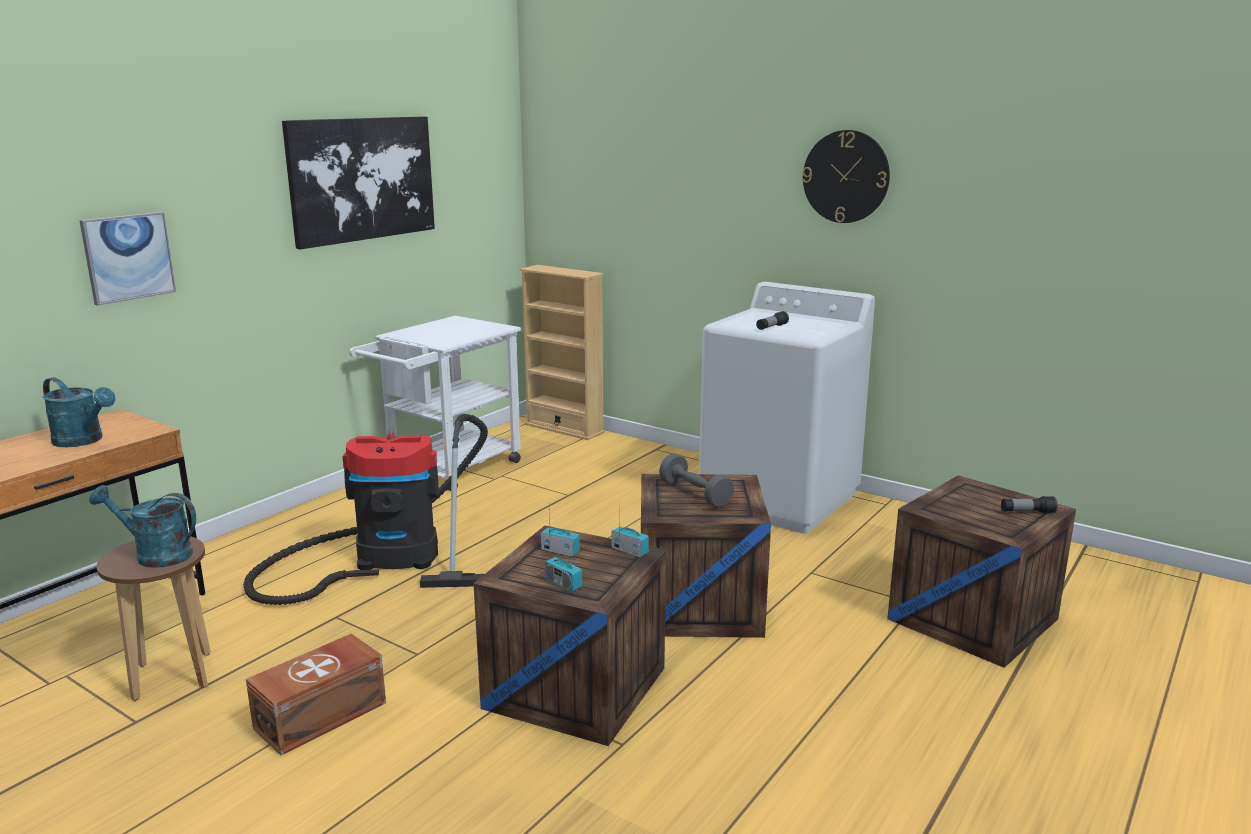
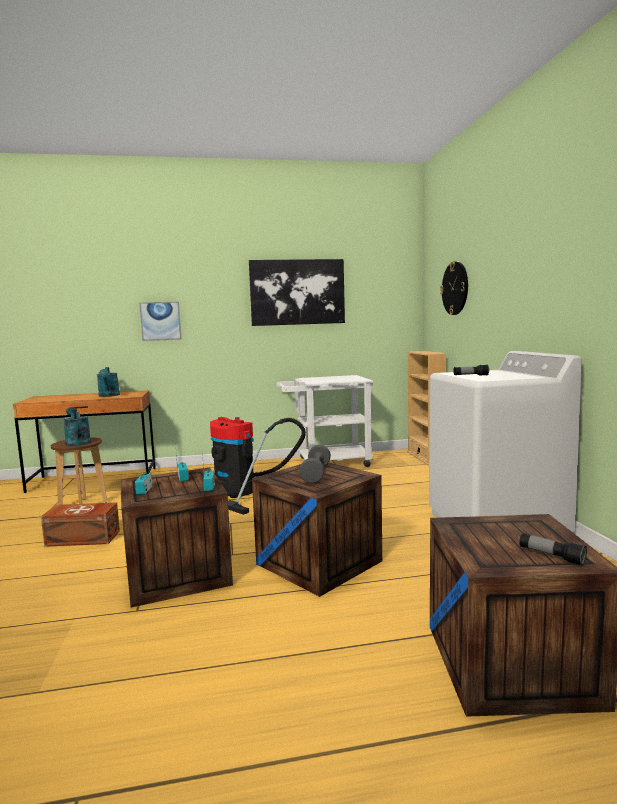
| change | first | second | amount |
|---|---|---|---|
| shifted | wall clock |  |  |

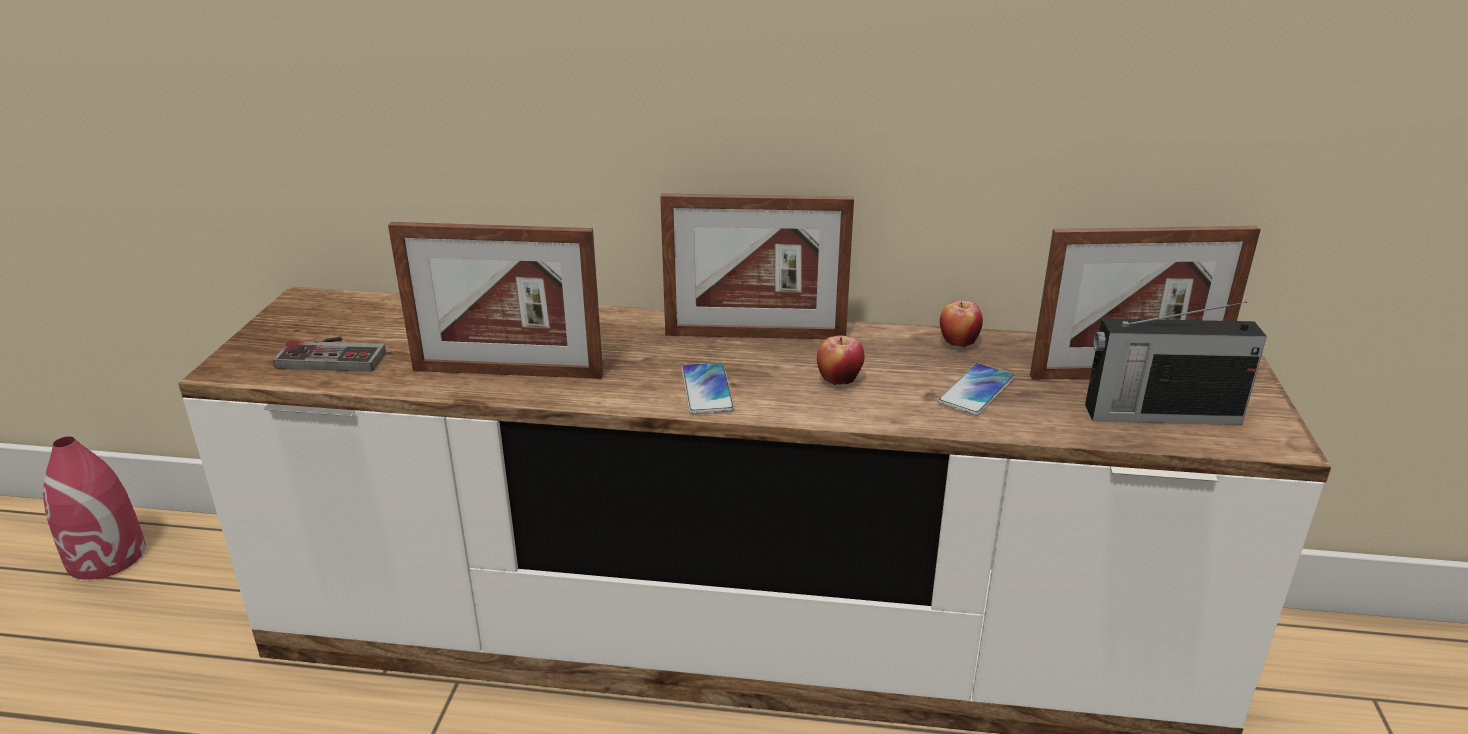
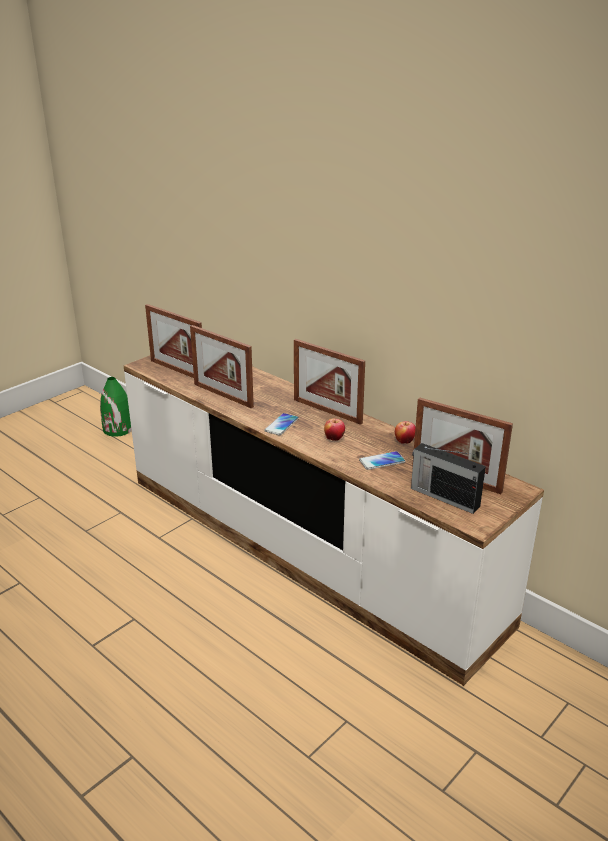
| change | first | second | amount |
|---|---|---|---|
| swapped | game controller | picture frame (no. 1 from left) |  |
| repainted | vase in red | vase in green |  |

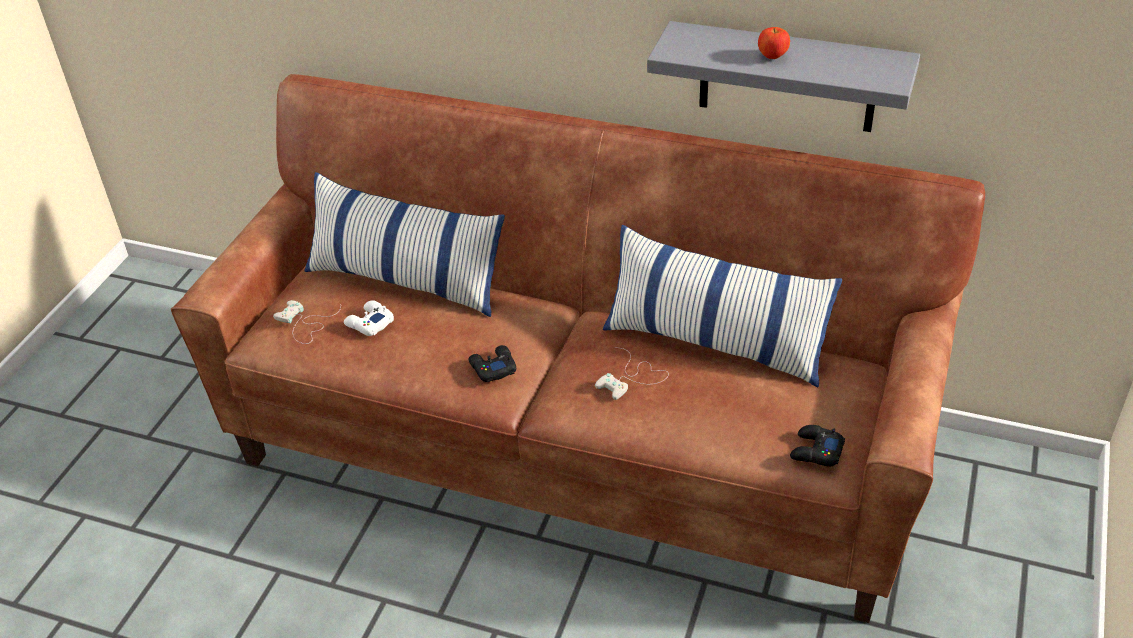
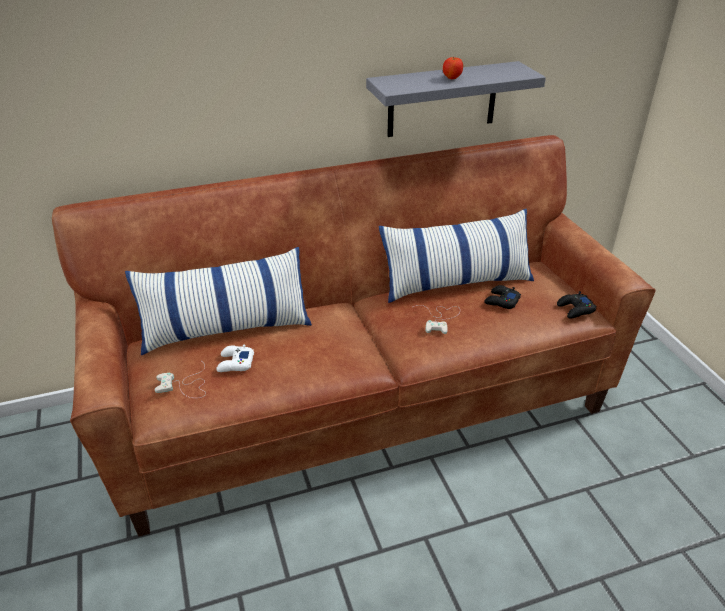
| change | first | second | amount |
|---|---|---|---|
| shifted | game controller in black (no. 1 from left) |  |  |

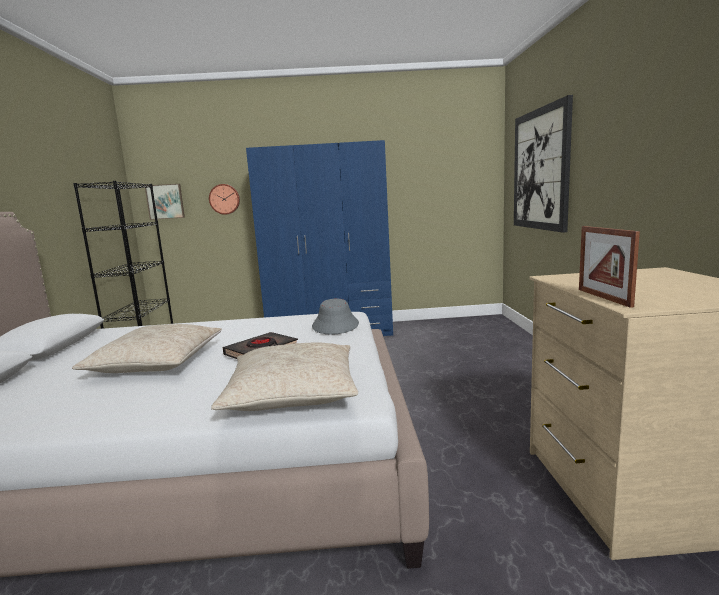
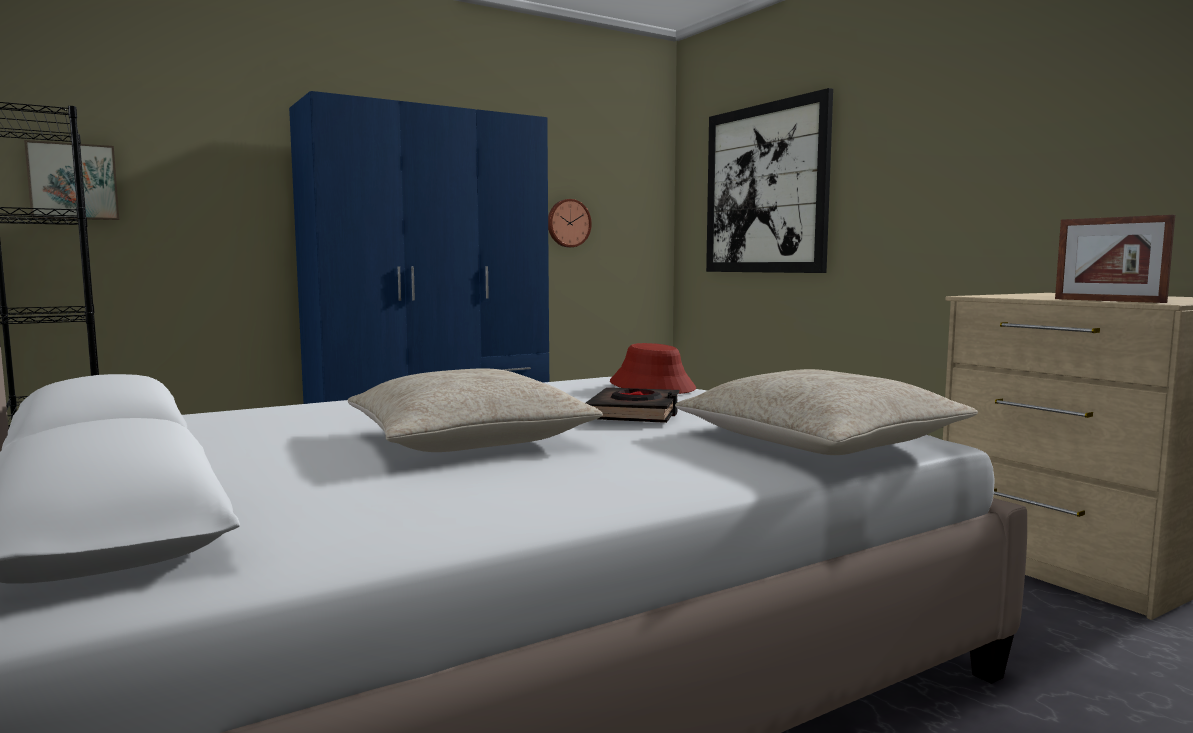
| change | first | second | amount |
|---|---|---|---|
| shifted | wall clock |  |  |
| repainted | hat in grey | hat in red |  |

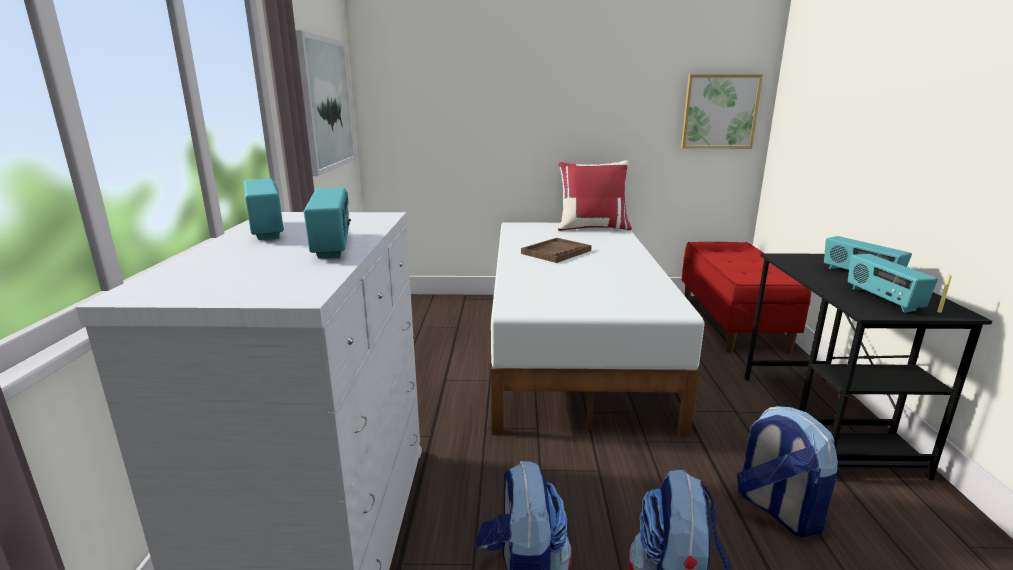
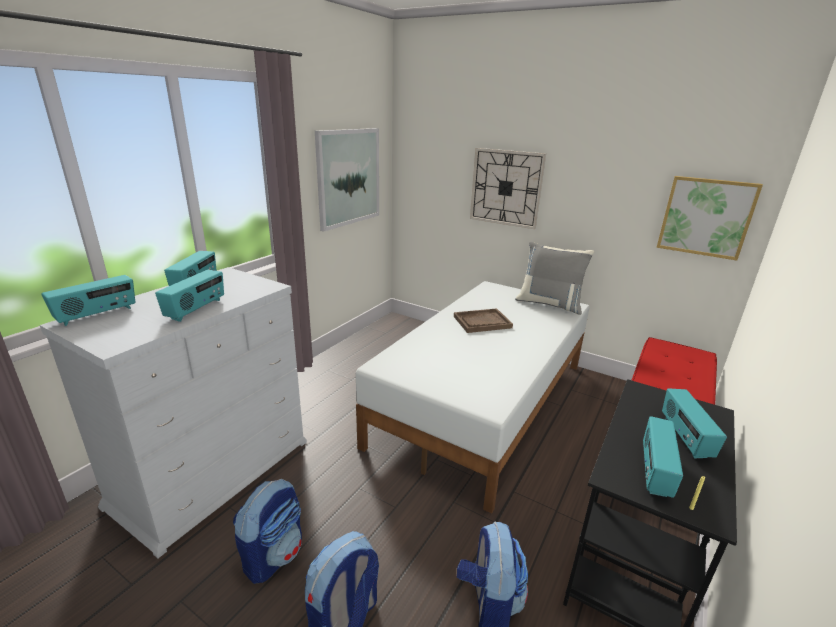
| change | first | second | amount |
|---|---|---|---|
| new |  | radio (no. 1 from left) |  |
| new |  | wall clock |  |
| repainted | pillow in red | pillow in grey |  |

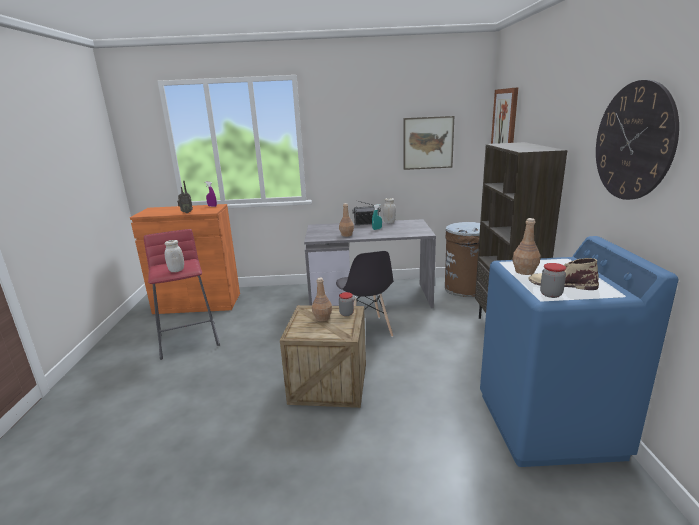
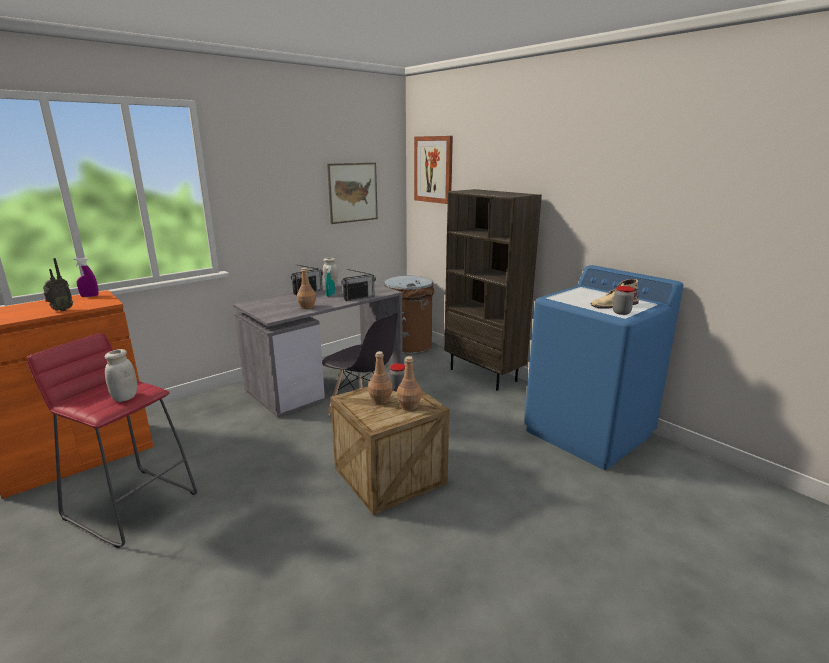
| change | first | second | amount |
|---|---|---|---|
| gone | wall clock |  |  |
| new |  | radio (no. 3 from left) |  |
| shifted | bottle in brown (no. 3 from left) |  |  |

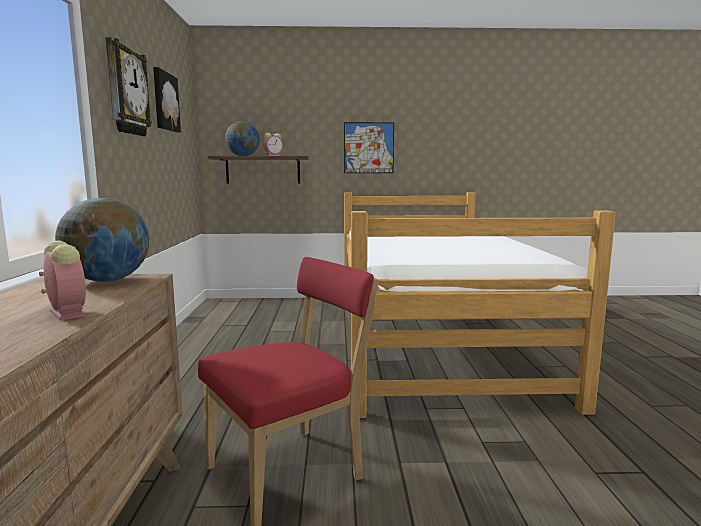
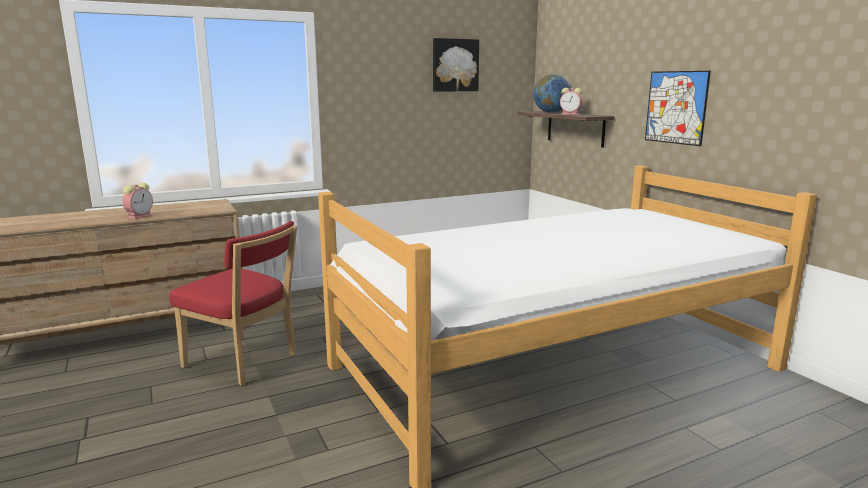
| change | first | second | amount |
|---|---|---|---|
| gone | globe (no. 1 from left) |  |  |
| gone | wall clock |  |  |

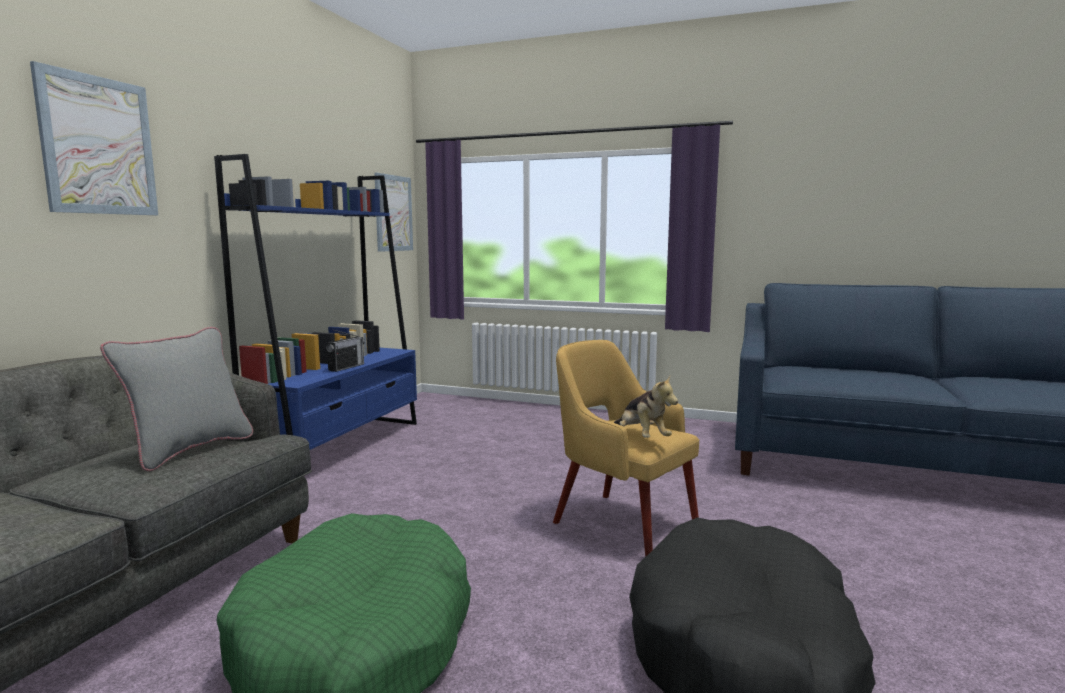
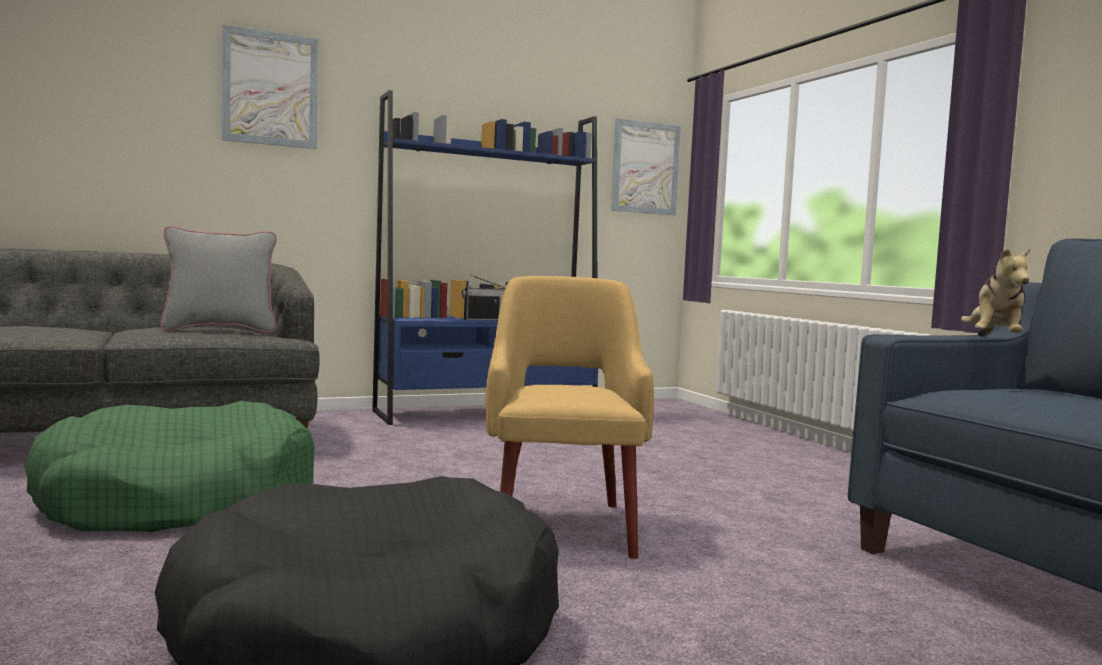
| change | first | second | amount |
|---|---|---|---|
| shifted | plush toy |  |  |

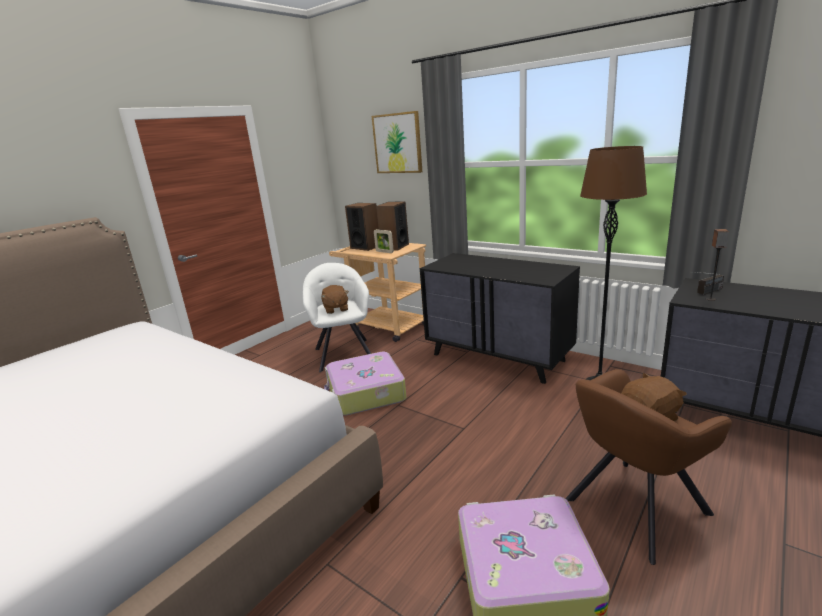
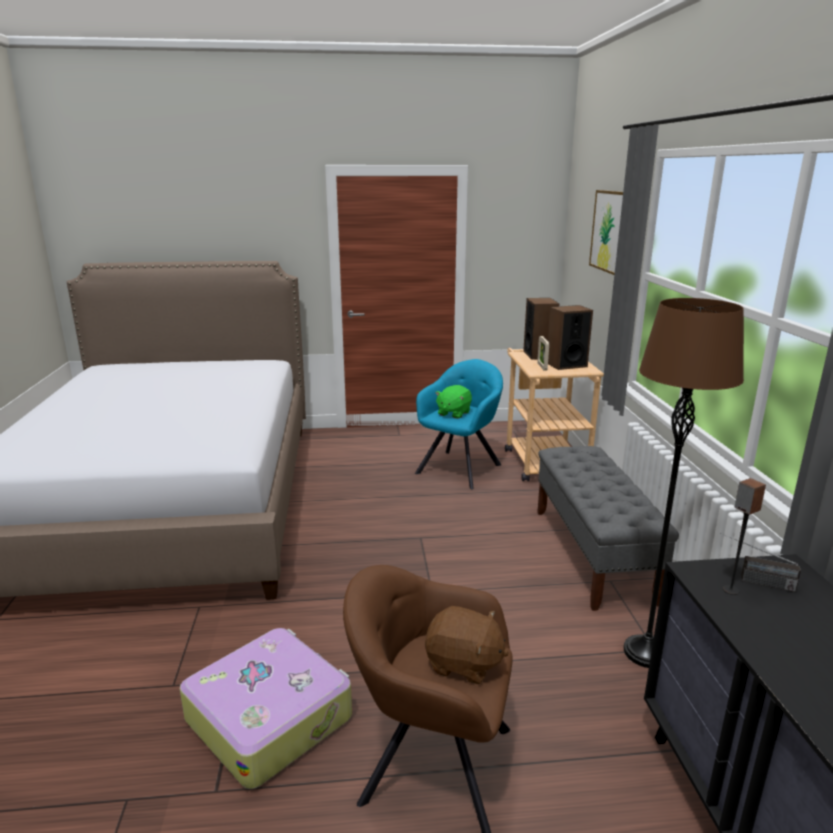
| change | first | second | amount |
|---|---|---|---|
| gone | suitcase (no. 1 from left) |  |  |
| swapped | dresser in black (no. 1 from left) | bench in grey |  |
| repainted | armchair in white | armchair in turquoise |  |
| repainted | plush toy in brown (no. 1 from left) | plush toy in green |  |

